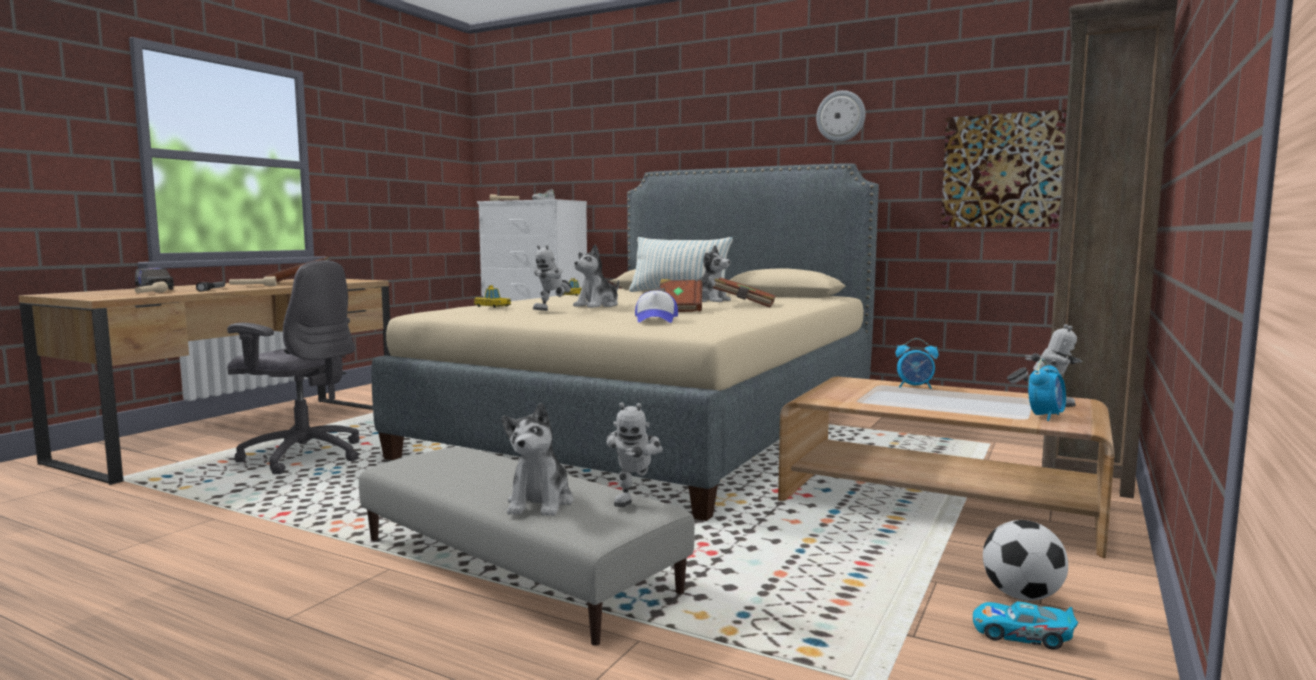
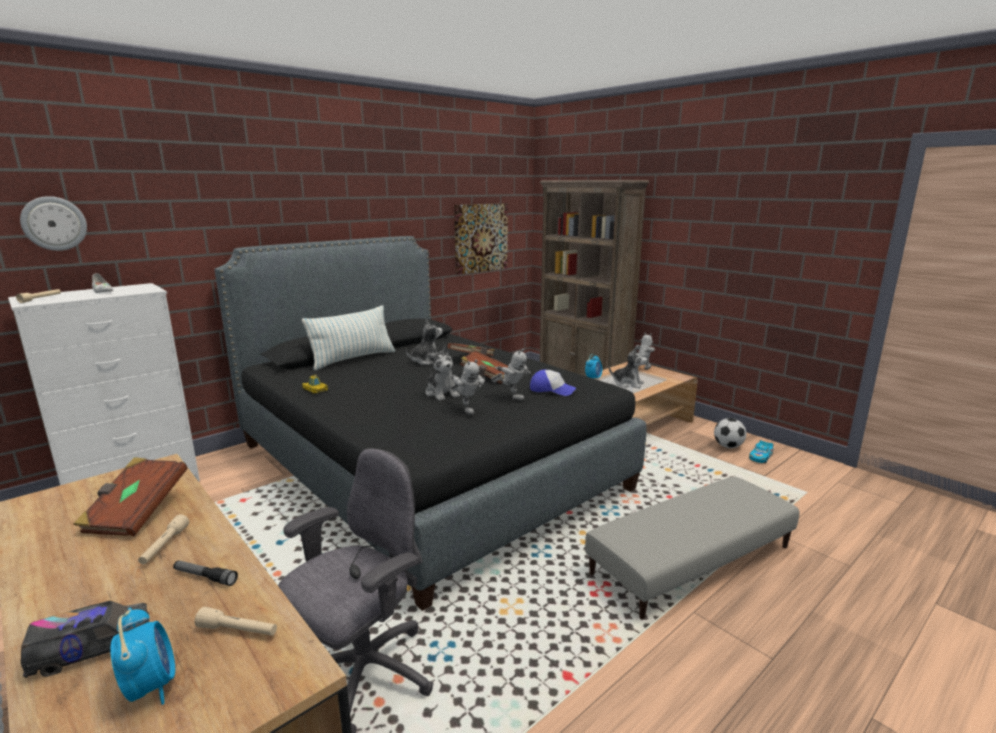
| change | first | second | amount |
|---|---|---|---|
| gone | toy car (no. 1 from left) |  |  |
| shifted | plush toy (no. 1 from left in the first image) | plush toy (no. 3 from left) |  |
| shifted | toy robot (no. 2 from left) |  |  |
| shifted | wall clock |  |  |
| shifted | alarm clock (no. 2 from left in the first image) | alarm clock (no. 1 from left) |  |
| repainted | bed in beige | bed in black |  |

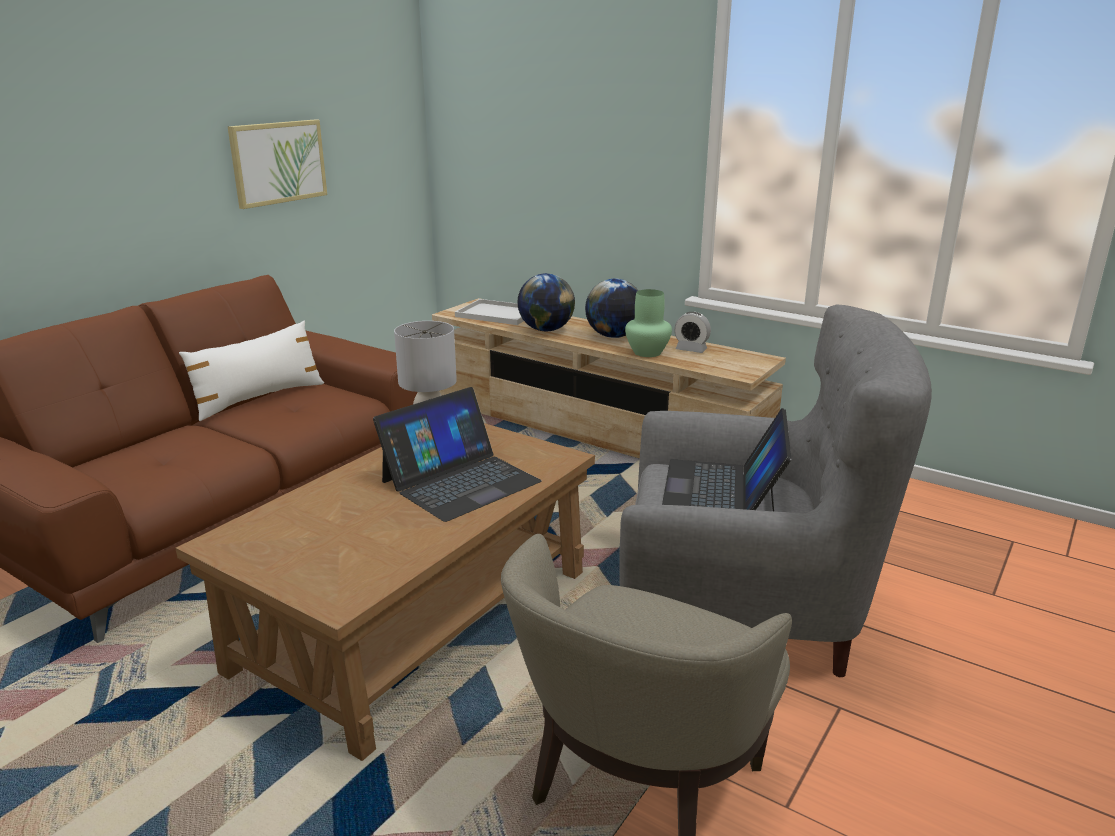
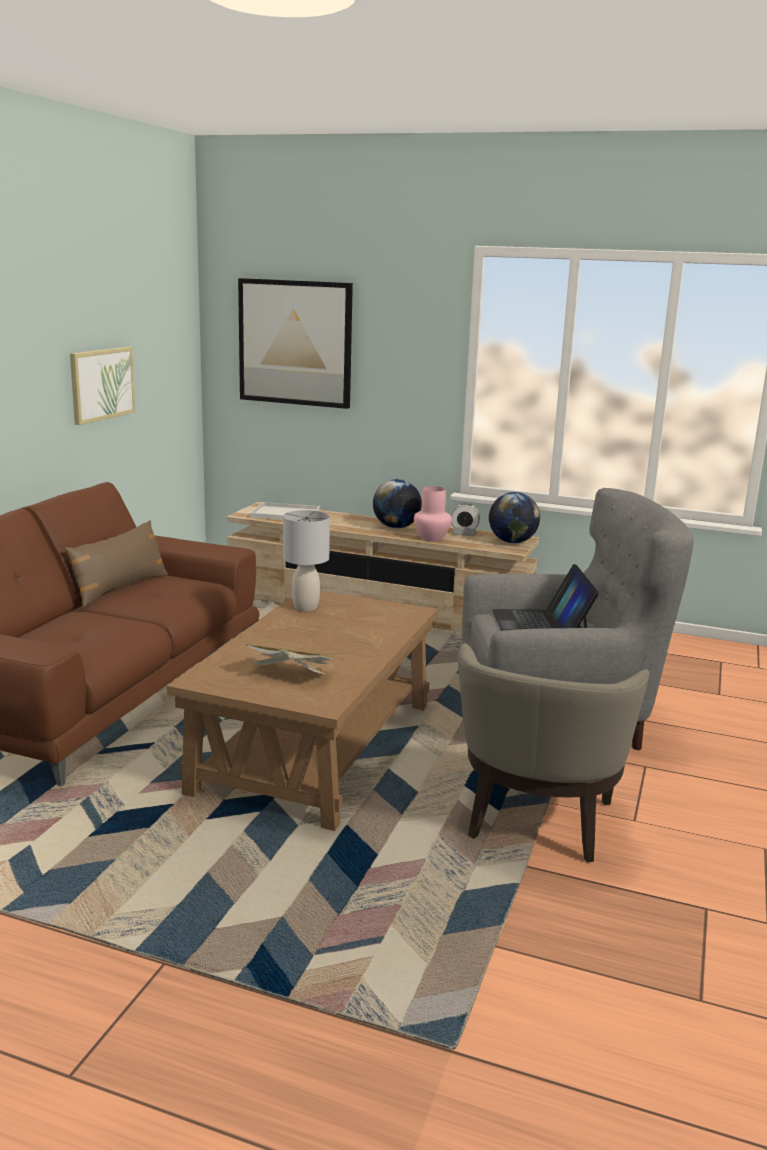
| change | first | second | amount |
|---|---|---|---|
| gone | laptop (no. 1 from left) |  |  |
| new |  | picture (no. 2 from left) |  |
| new |  | book |  |
| shifted | globe (no. 1 from left in the first image) | globe (no. 2 from left) |  |
| repainted | pillow in white | pillow in brown |  |
| repainted | vase in green | vase in pink |  |

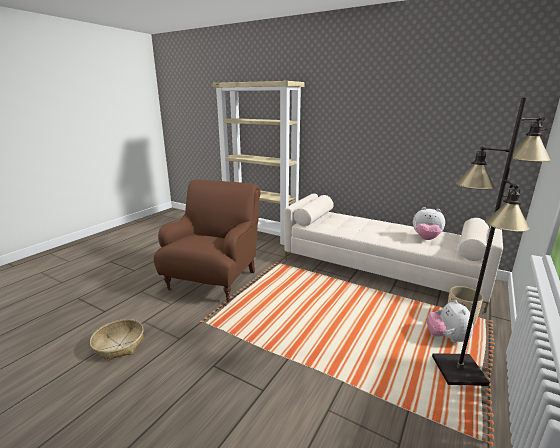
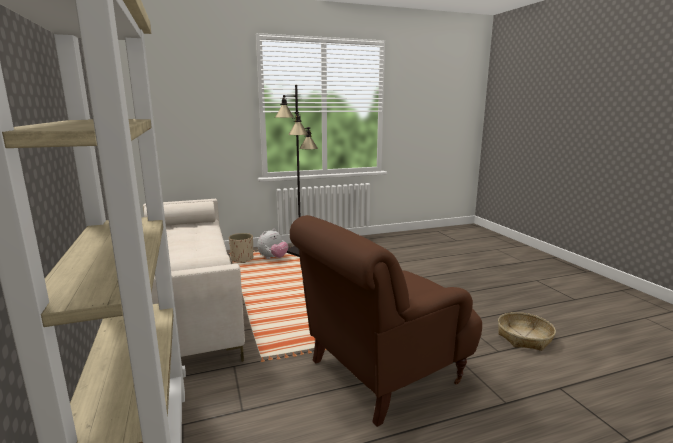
| change | first | second | amount |
|---|---|---|---|
| gone | plush toy (no. 1 from left) |  |  |

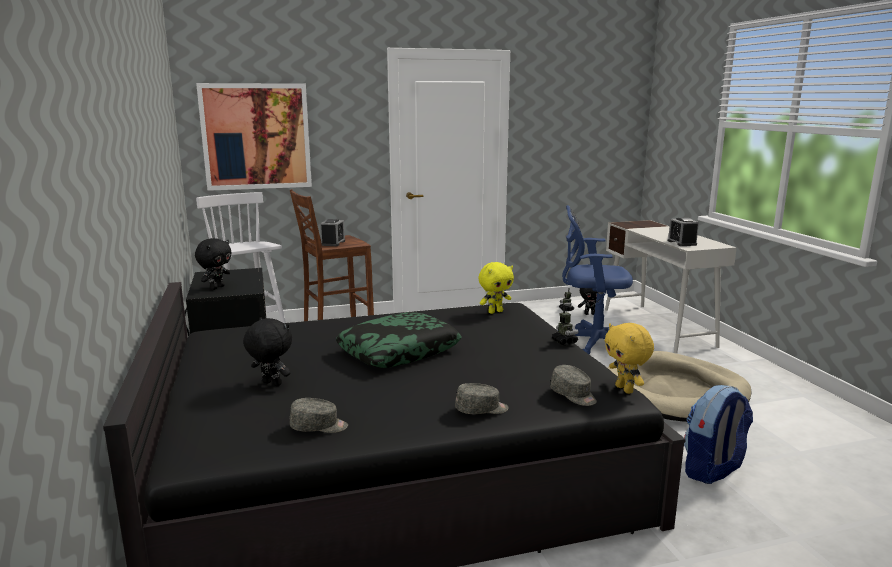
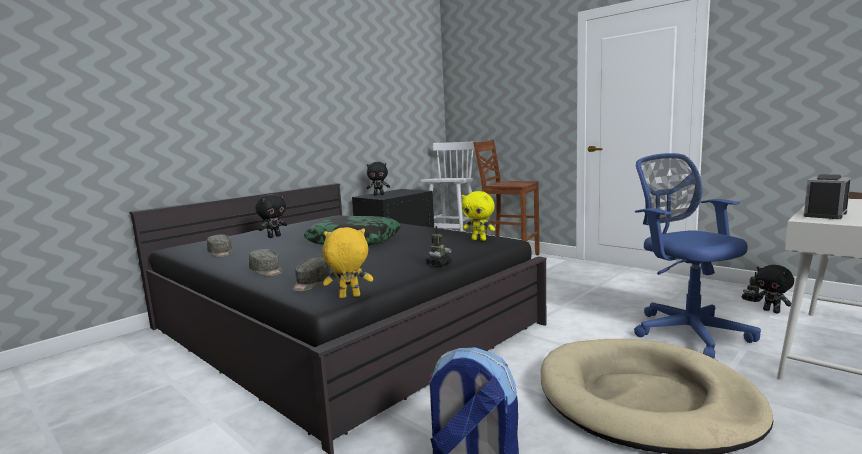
| change | first | second | amount |
|---|---|---|---|
| gone | picture |  |  |
| gone | alarm clock (no. 1 from left) |  |  |
| rotated | plush toy in black (no. 2 from left in the first image) | plush toy in black (no. 1 from left) | 45 degrees clockwise |
| rotated | plush toy in yellow (no. 2 from left in the first image) | plush toy in yellow (no. 1 from left) | 45 degrees clockwise |

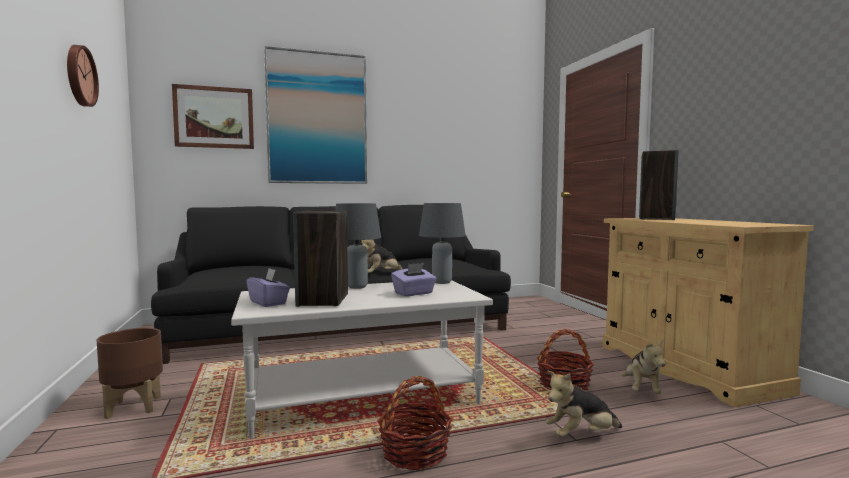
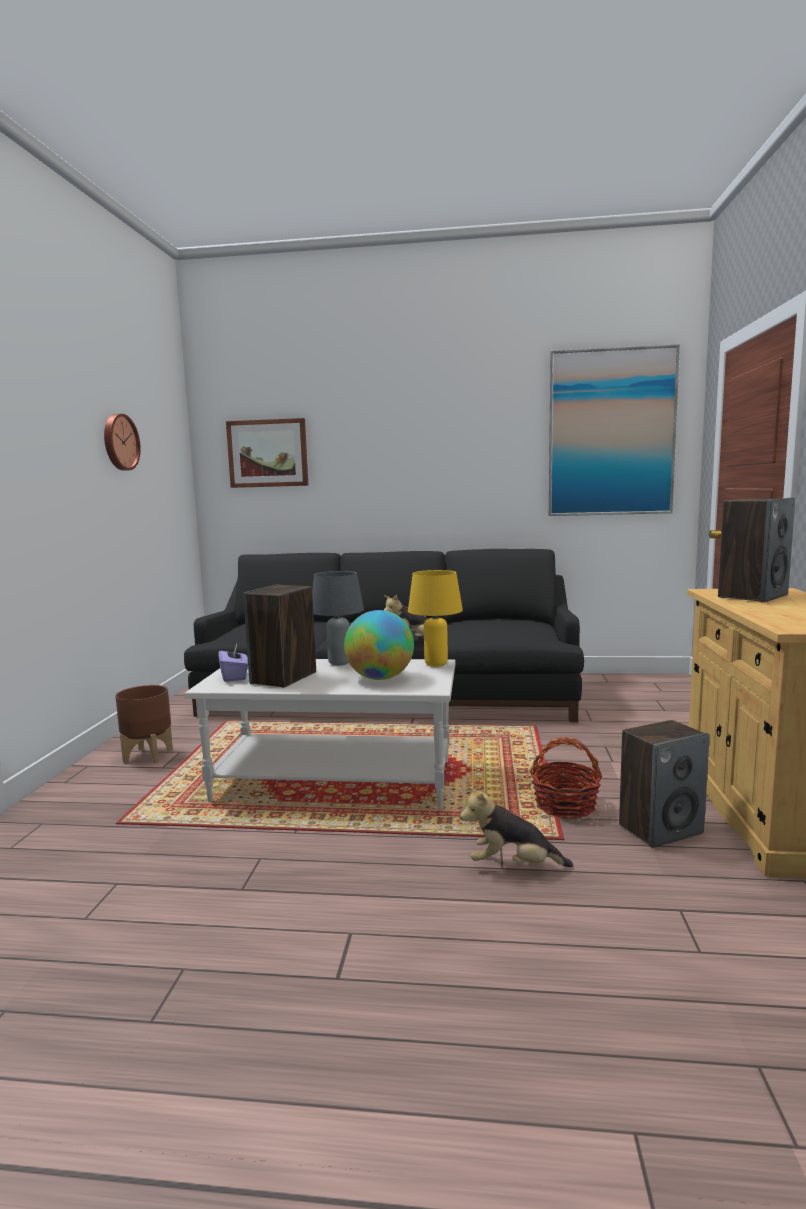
| change | first | second | amount |
|---|---|---|---|
| gone | basket (no. 1 from left) |  |  |
| shifted | picture (no. 2 from left) |  |  |
| swapped | tissue box in purple (no. 2 from left) | globe |  |
| swapped | plush toy (no. 3 from left) | speaker (no. 2 from left) |  |
| repainted | table lamp in grey (no. 2 from left) | table lamp in yellow |  |

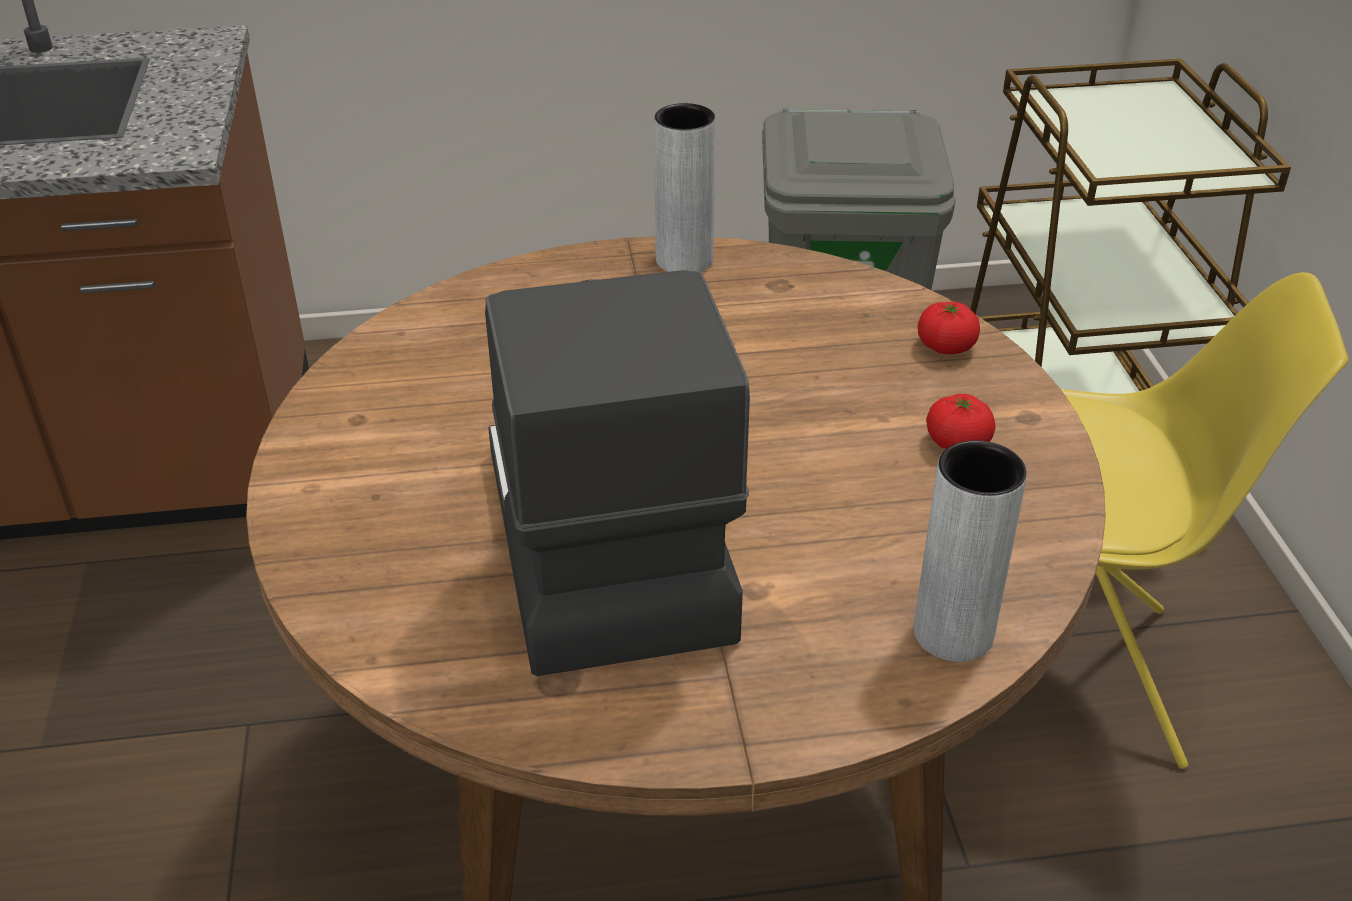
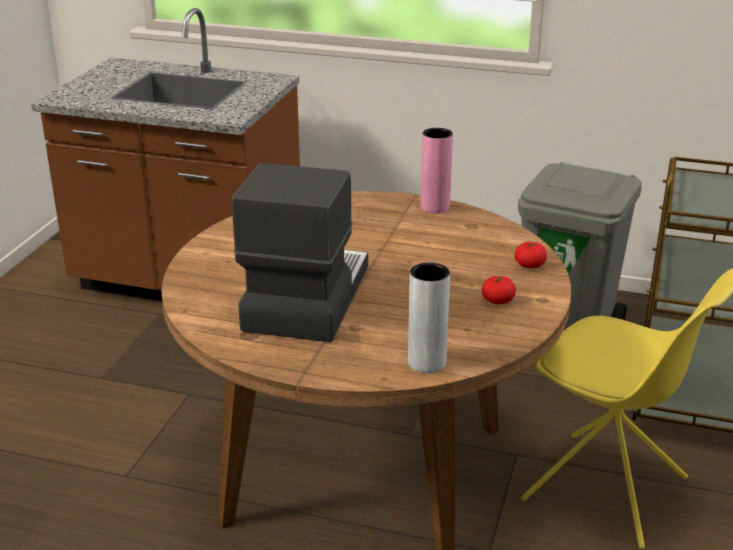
| change | first | second | amount |
|---|---|---|---|
| repainted | vase in grey (no. 1 from left) | vase in pink |  |

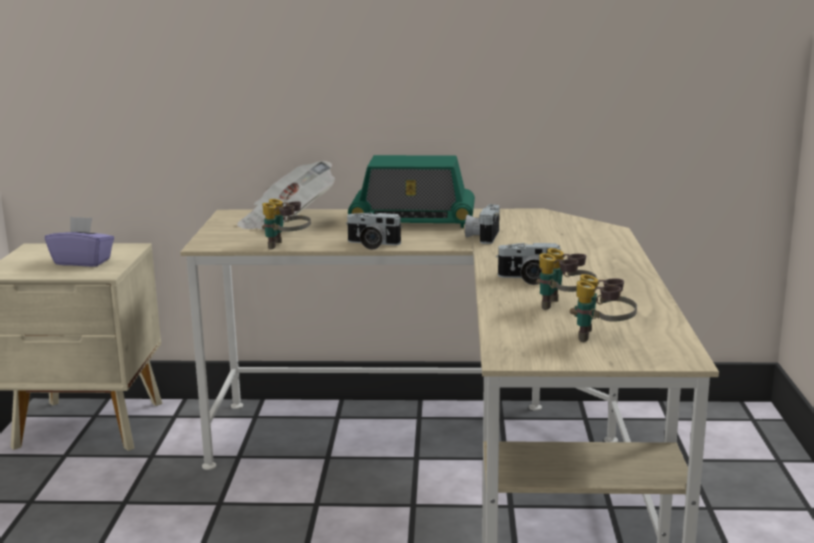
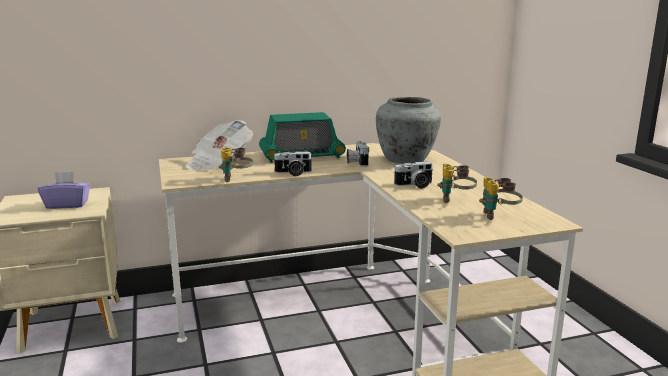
| change | first | second | amount |
|---|---|---|---|
| new |  | vase in grey |  |

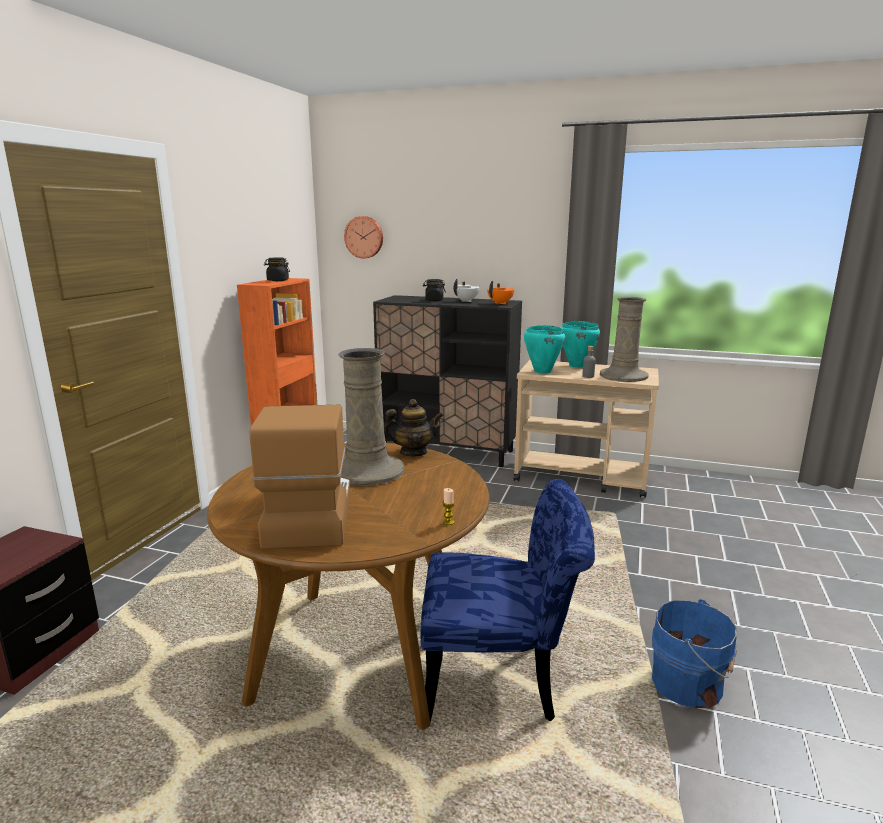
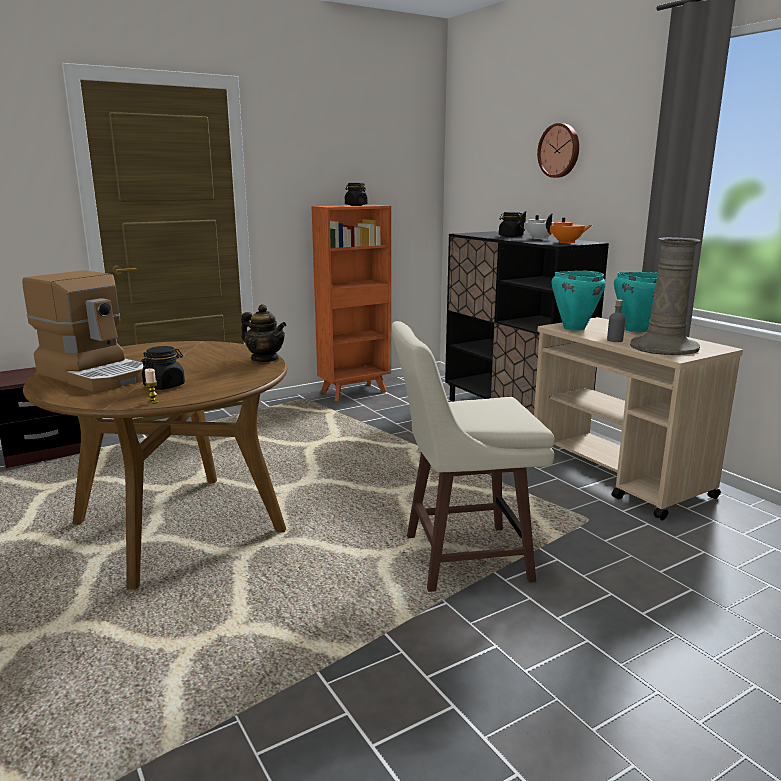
| change | first | second | amount |
|---|---|---|---|
| gone | vase in beige (no. 1 from left) |  |  |
| gone | chair in blue |  |  |
| gone | bucket in blue |  |  |
| new |  | jar in black (no. 1 from left) |  |
| new |  | stool in beige |  |
| shifted | wall clock |  |  |
| rotated | coffee machine |  | 90 degrees clockwise |

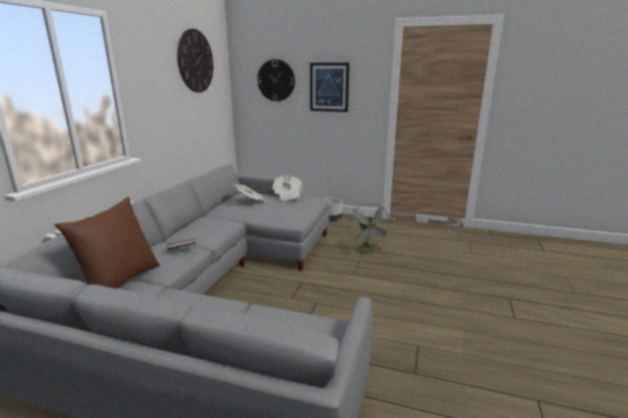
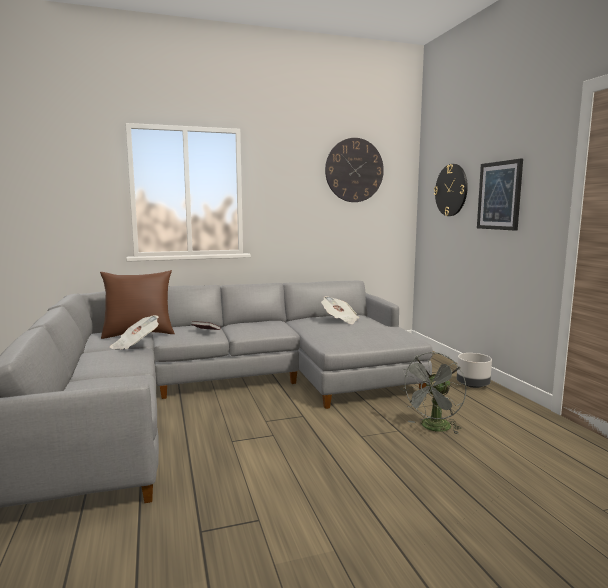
| change | first | second | amount |
|---|---|---|---|
| shifted | newspaper (no. 2 from left in the first image) | newspaper (no. 1 from left) |  |

